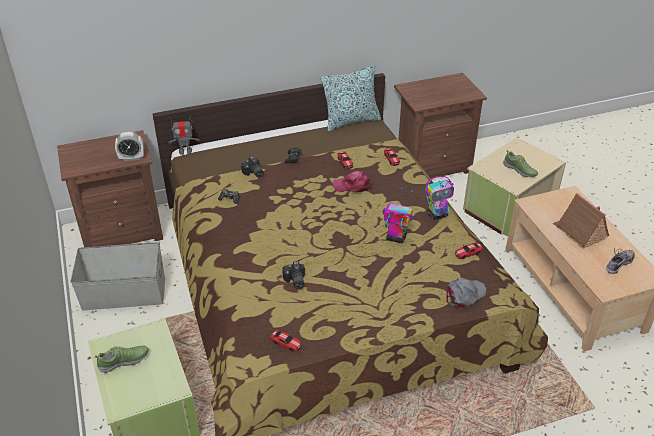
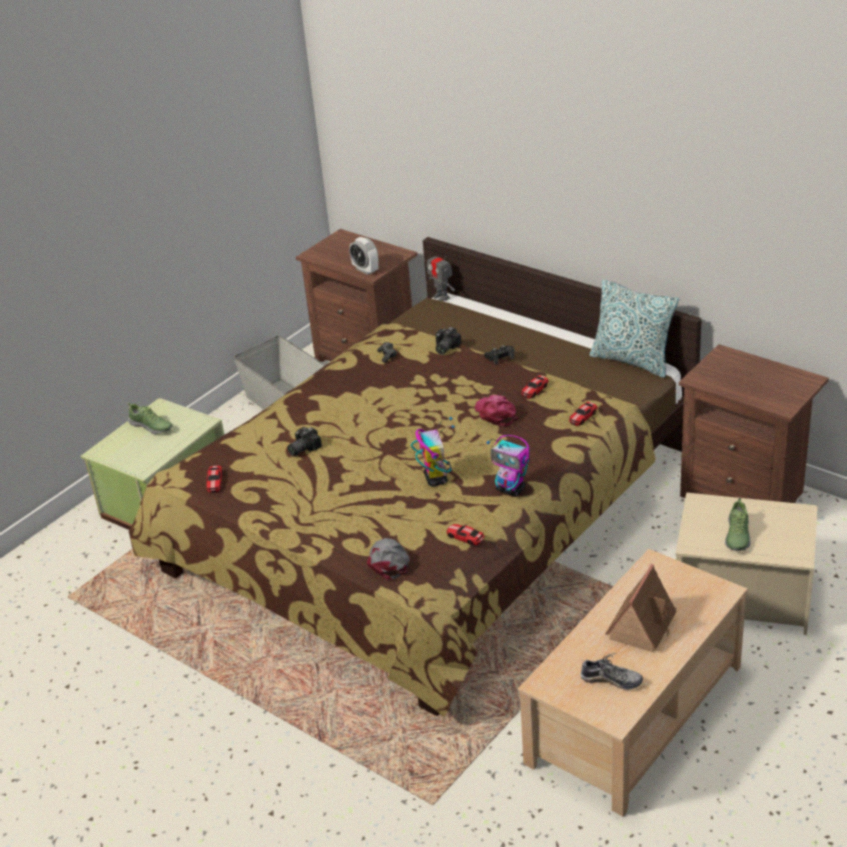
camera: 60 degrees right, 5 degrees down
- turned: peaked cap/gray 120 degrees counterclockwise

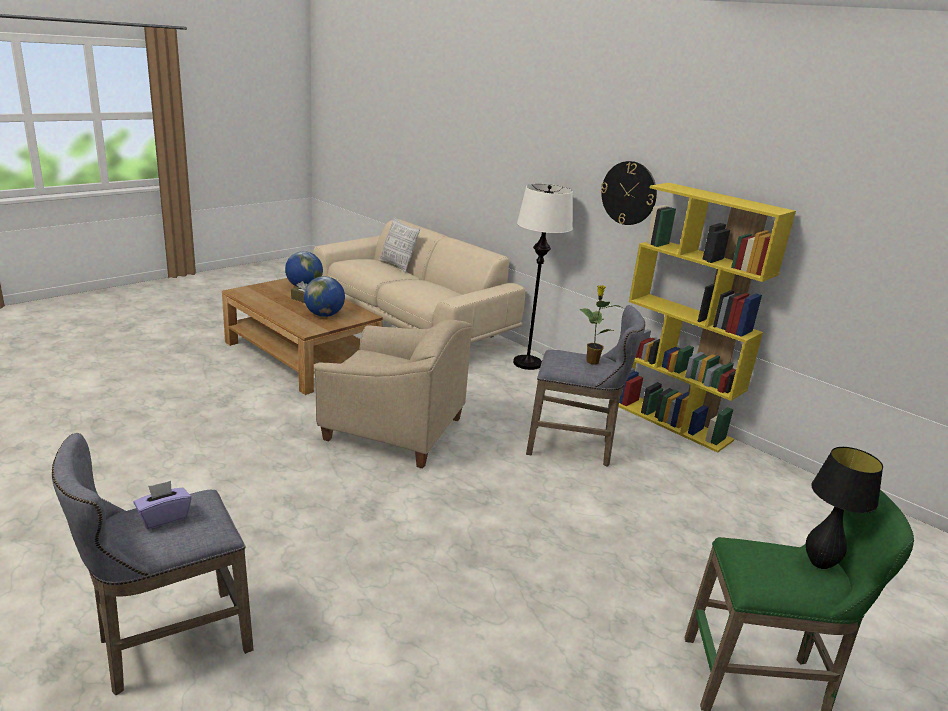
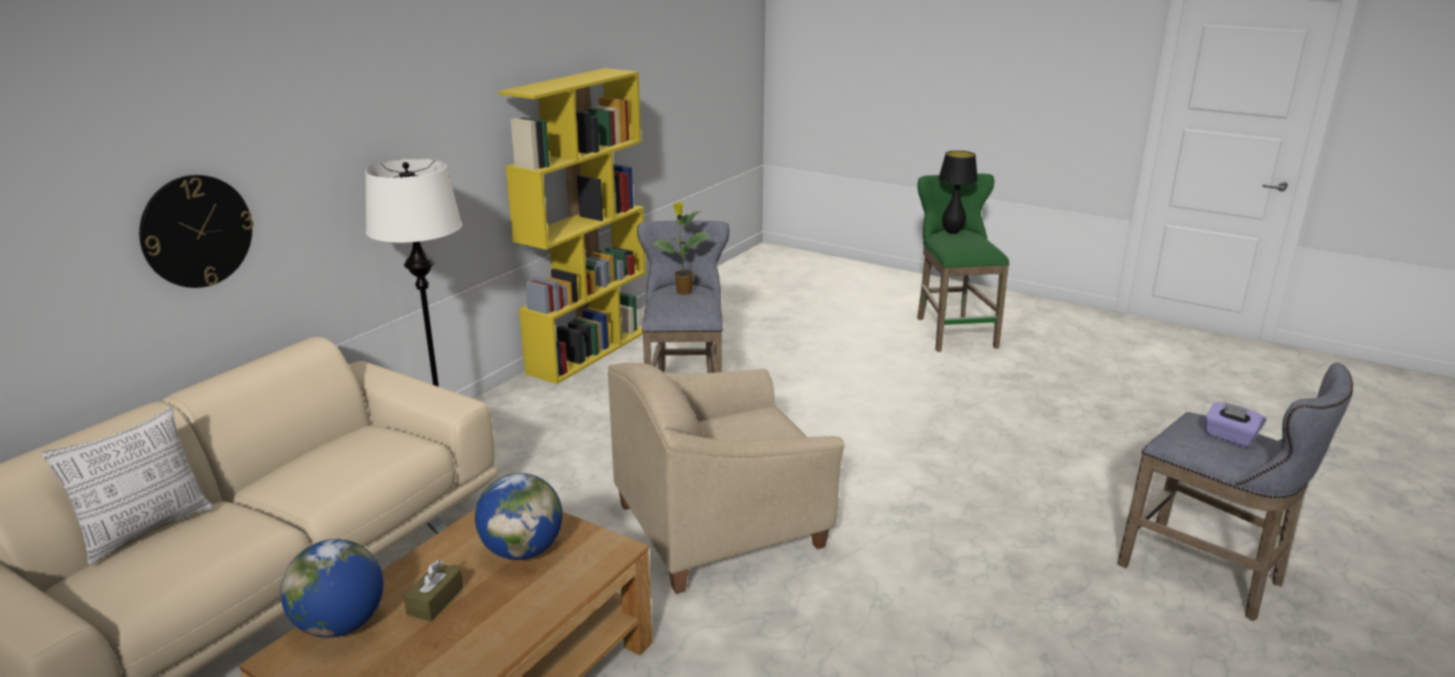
camera: 100 degrees left, 0 degrees up
- turned: armchair/beige-coloured 120 degrees counterclockwise
- moved: wall clock

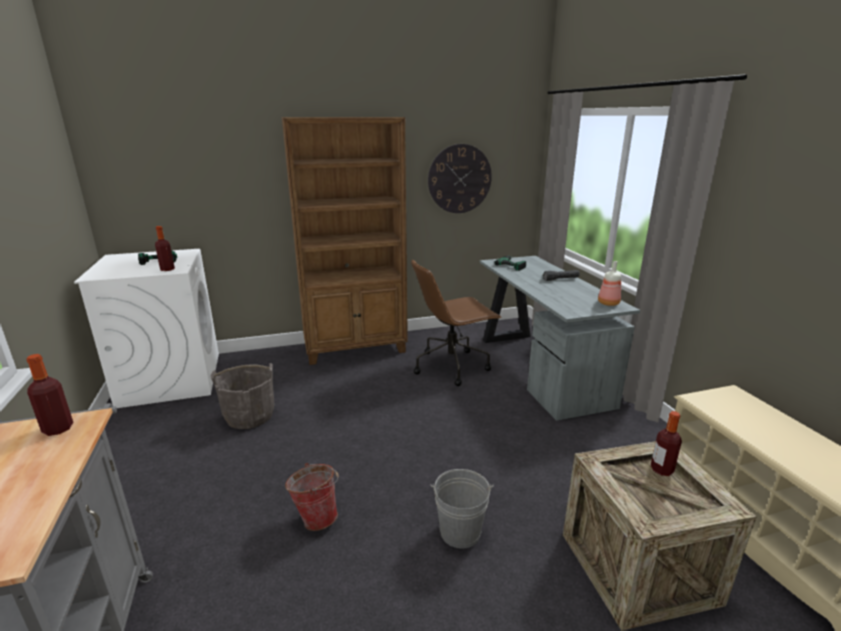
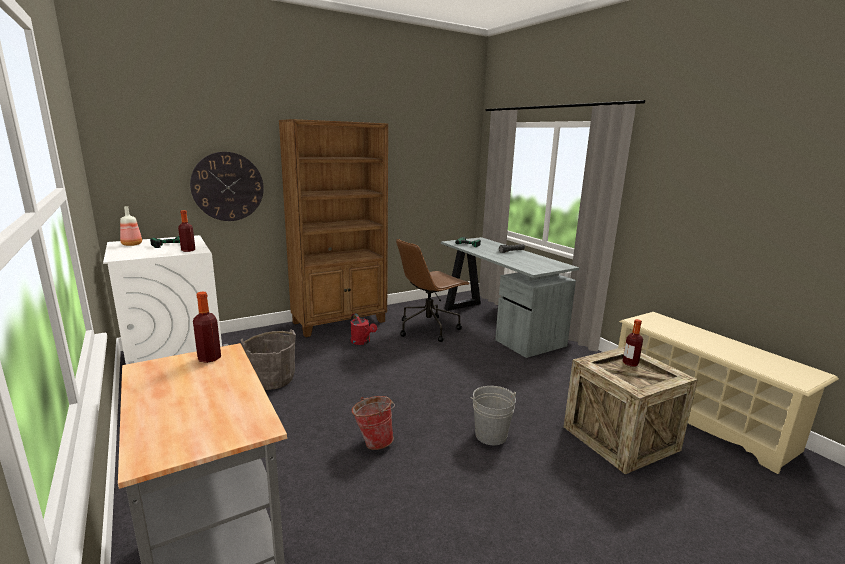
camera: 15 degrees left, 5 degrees down
- moved: wall clock
- moved: drink bottle (3rd from left in the first image) to drink bottle (1st from left)
- added: sprinkling can/red

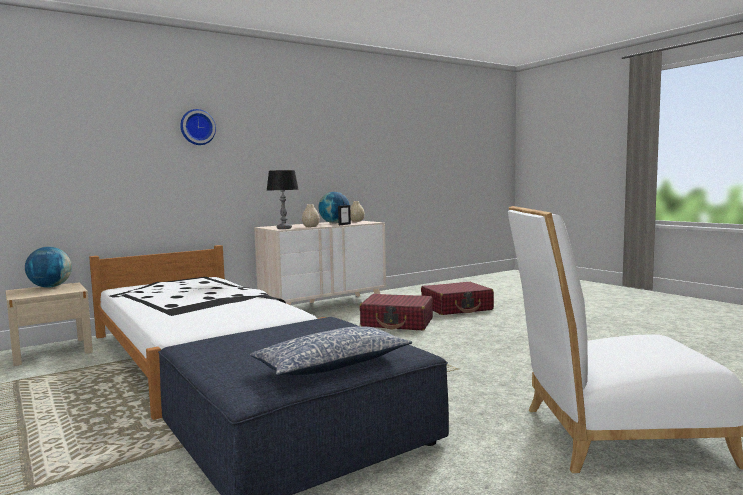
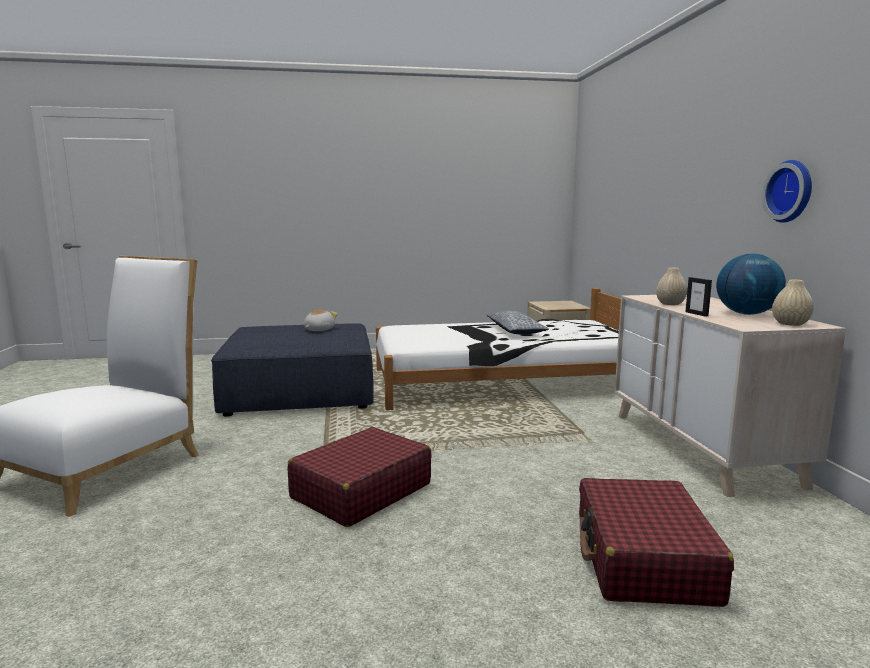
camera: 115 degrees right, 5 degrees up
- removed: desk globe (1st from left)
- moved: wall clock
- moved: throw pillow
- removed: tabletop lamp
- moved: suitcase/red (1st from left)
- added: soft toy

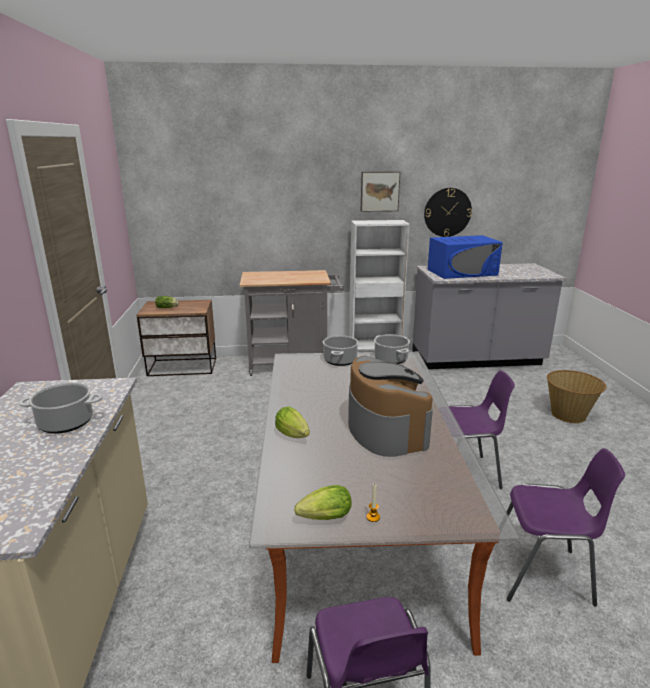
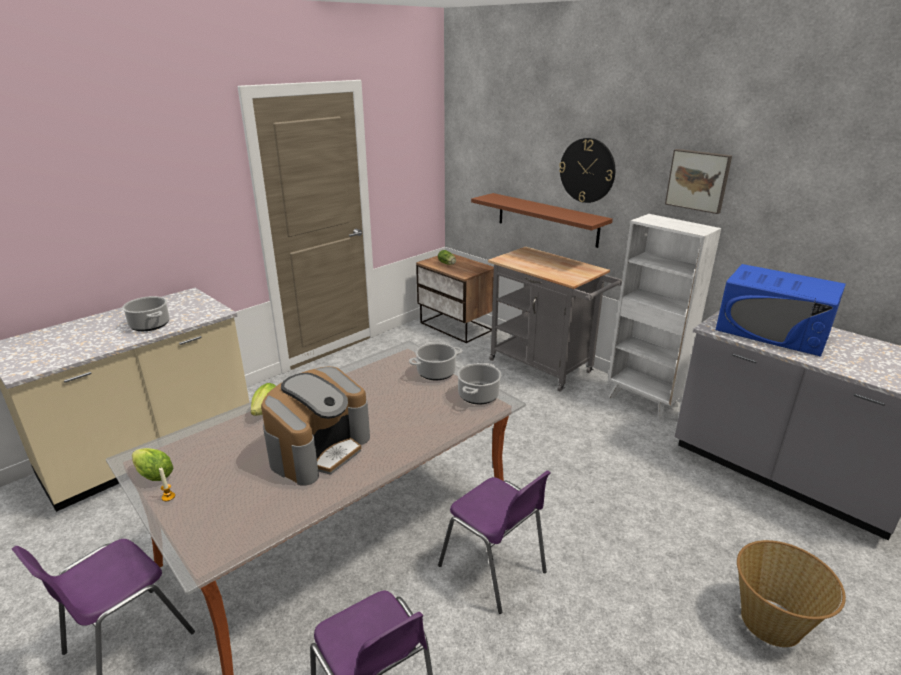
camera: 50 degrees right, 5 degrees up
- moved: wall clock
- added: wall shelf/brownish

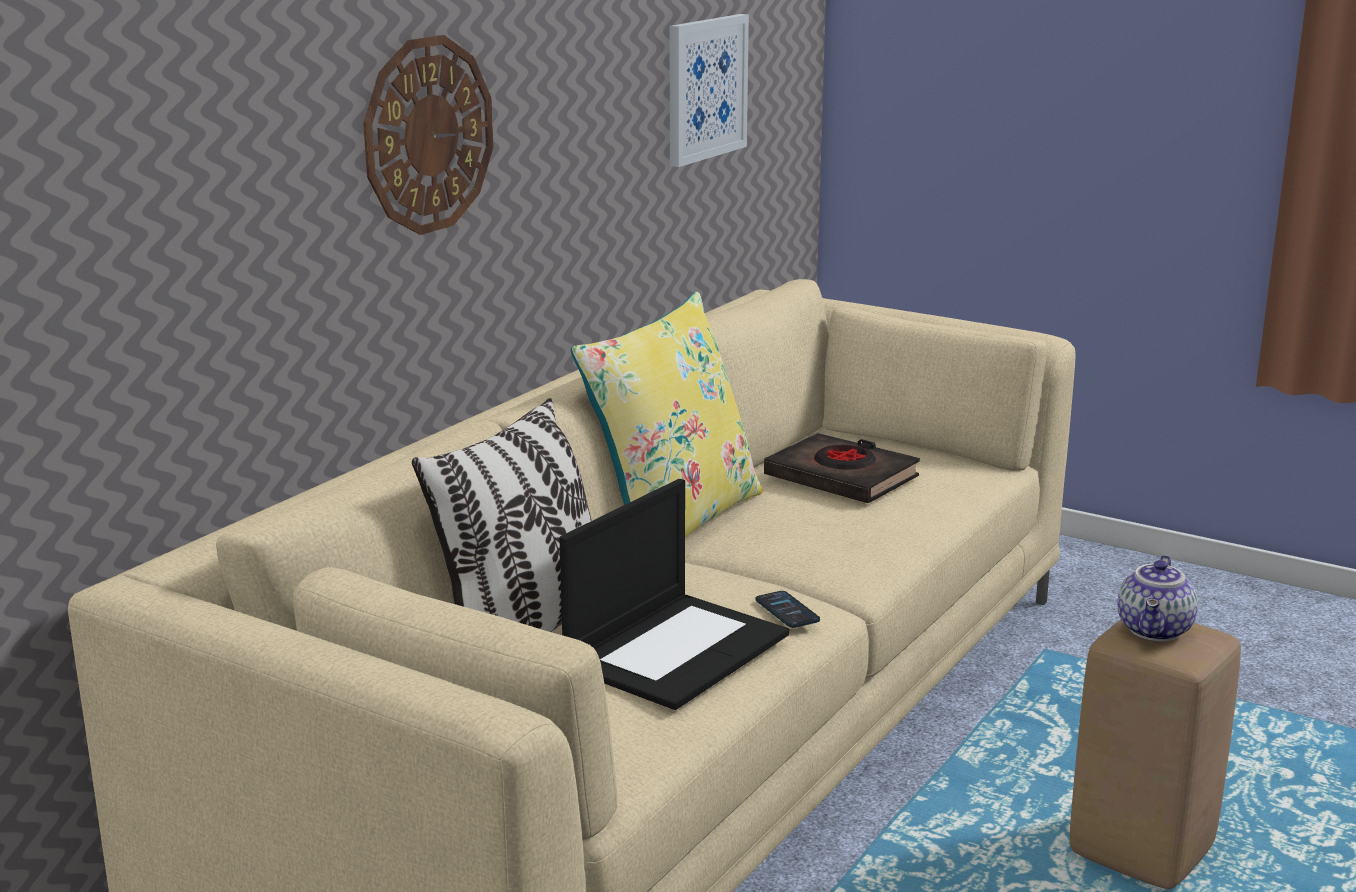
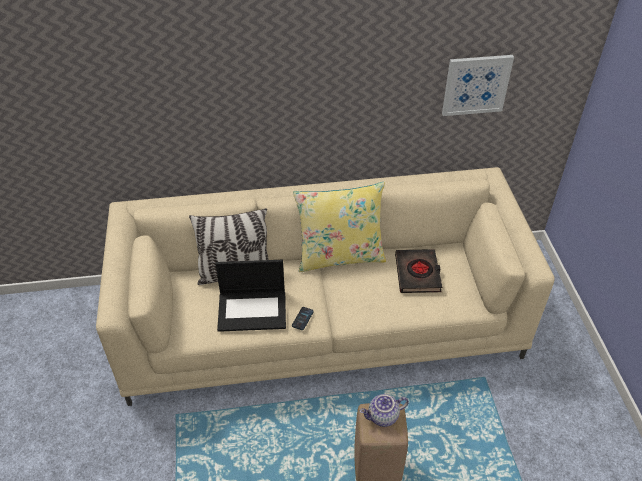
camera: 50 degrees right, 25 degrees up
- removed: wall clock

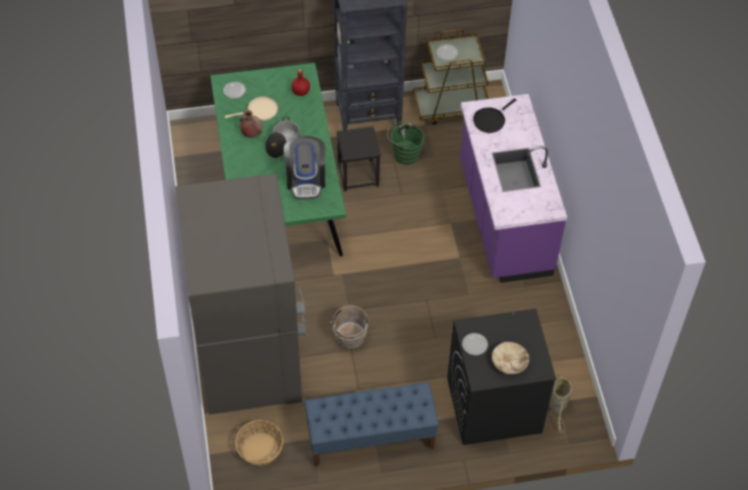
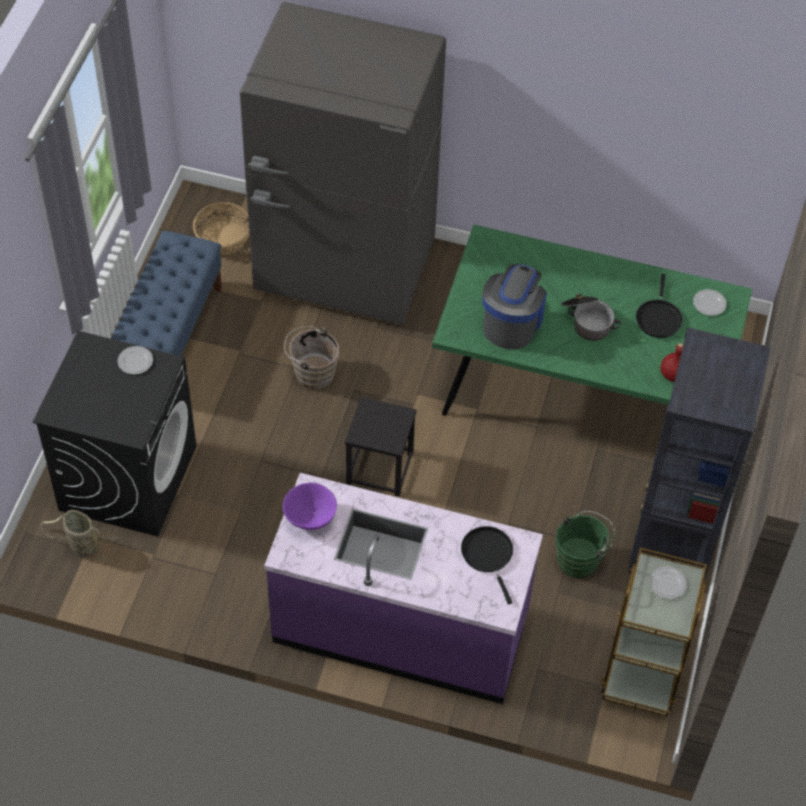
camera: 115 degrees right, 0 degrees up
- recoloured: frying pan/beige-coloured to frying pan/black-coloured (2nd from left)
- removed: decorative vase/brownish
- turned: coffee maker 90 degrees clockwise
- moved: stool/black-coloured
- removed: bowl/beige-coloured
- added: bowl/purple

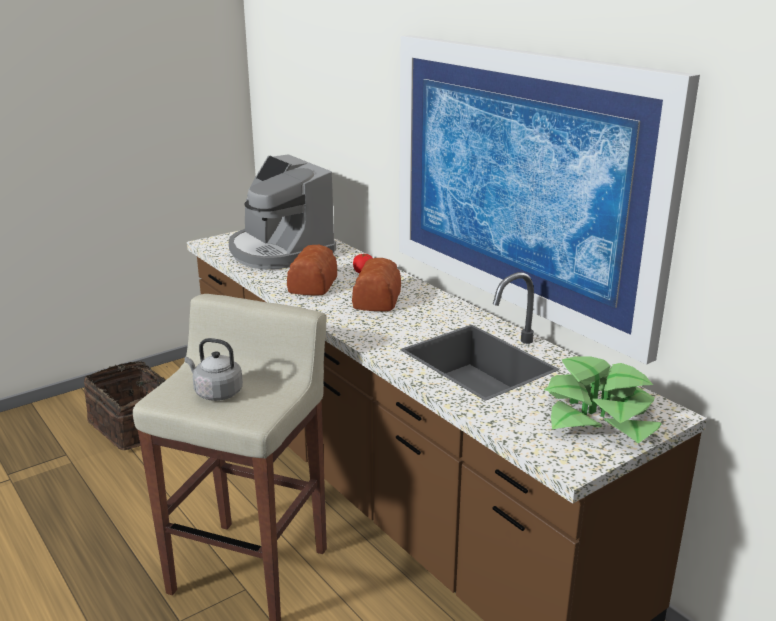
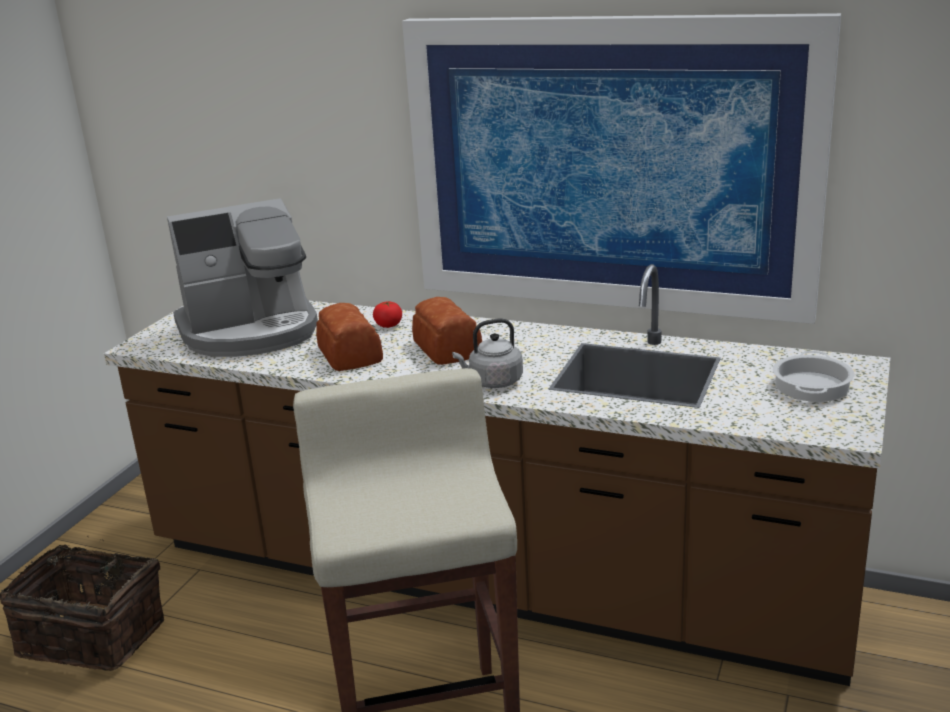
camera: 30 degrees left, 0 degrees up
- moved: kettle/gray
- turned: coffee maker 45 degrees counterclockwise
- replaced: houseplant to saucepot

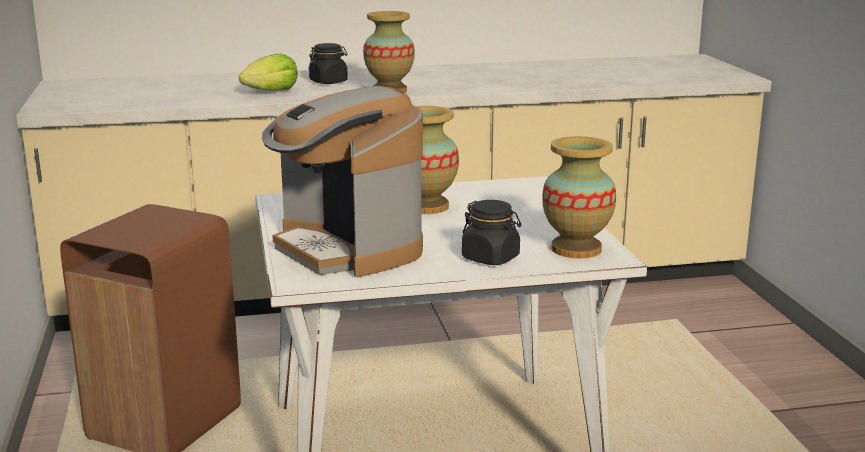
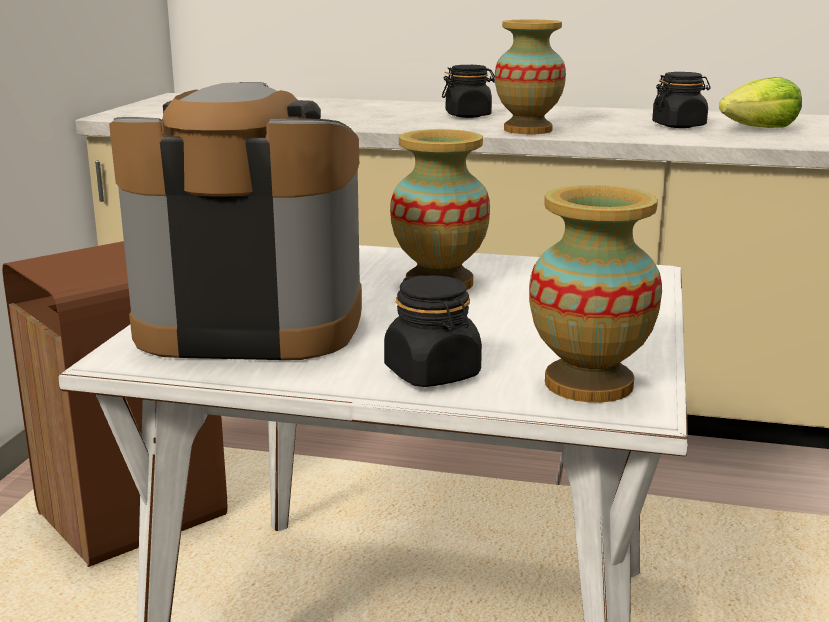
camera: 25 degrees right, 0 degrees up
- moved: head of lettuce
- turned: coffee maker 105 degrees clockwise
- added: preserve jar/black-coloured (3rd from left)

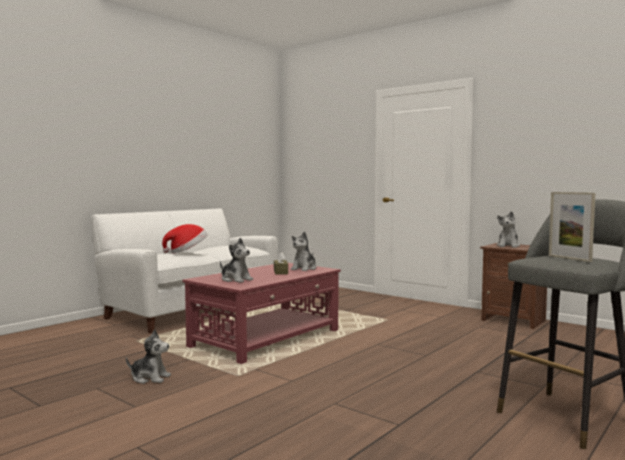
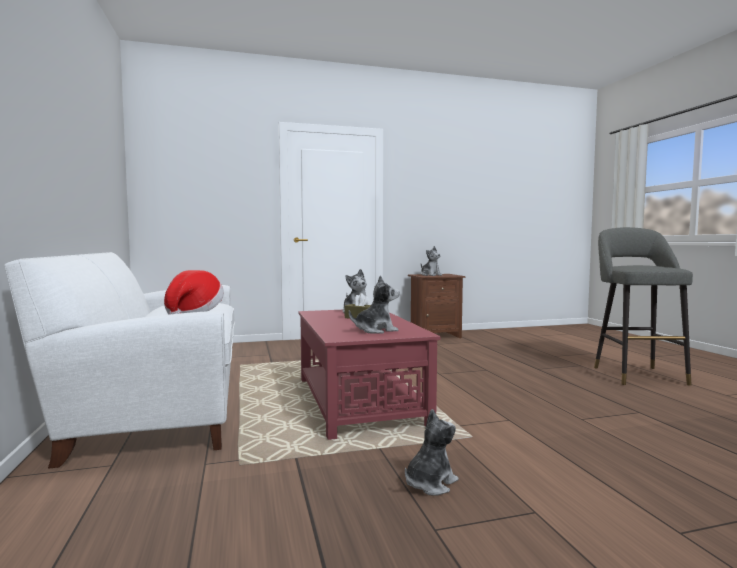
camera: 55 degrees left, 0 degrees up
- removed: standing frame

